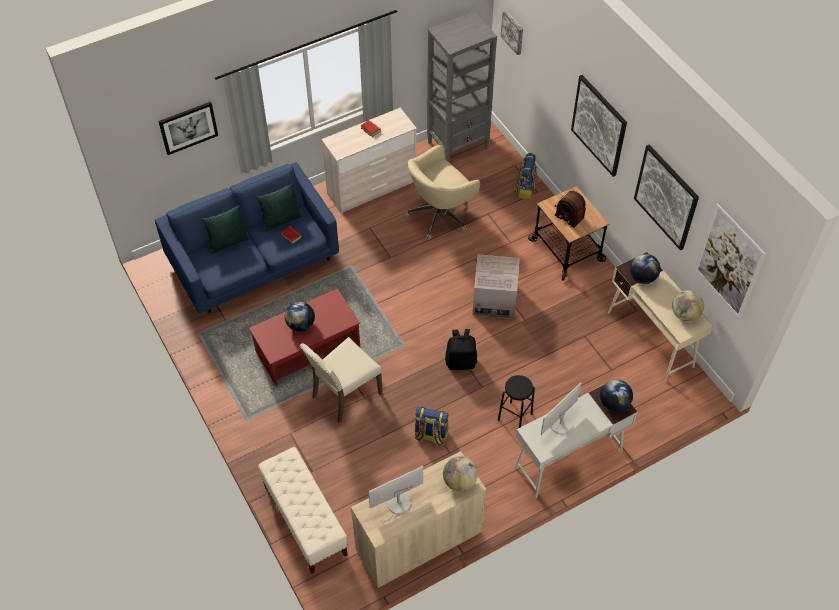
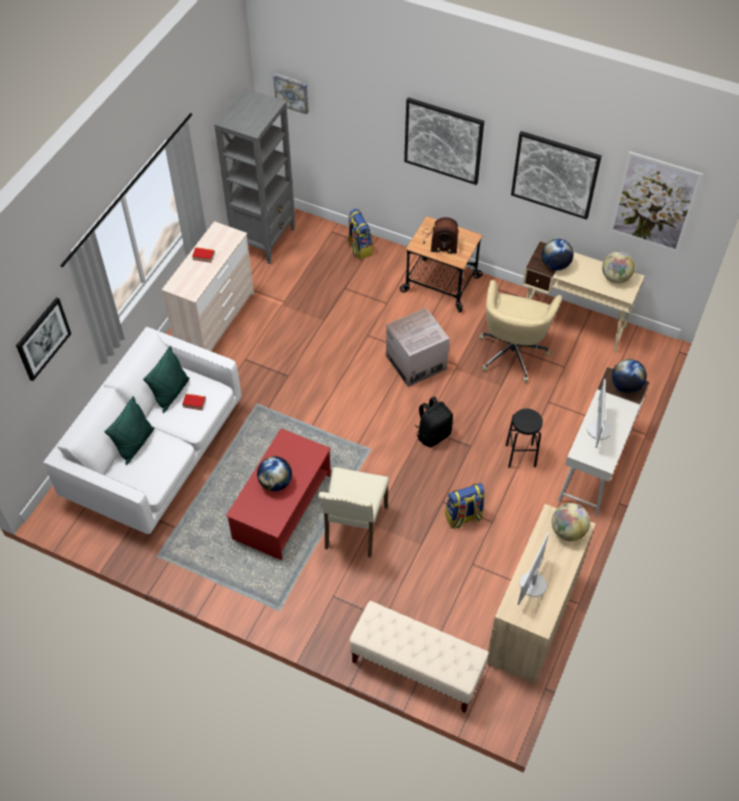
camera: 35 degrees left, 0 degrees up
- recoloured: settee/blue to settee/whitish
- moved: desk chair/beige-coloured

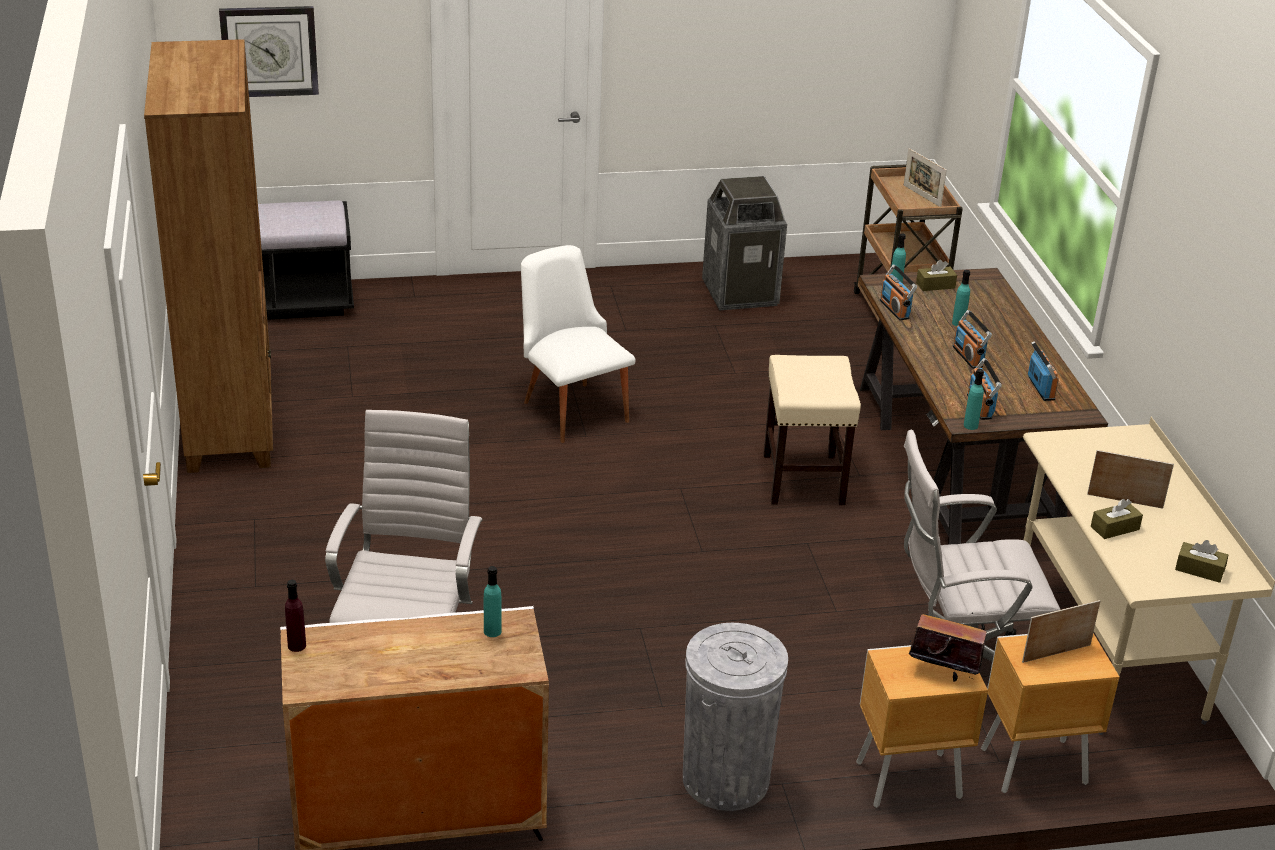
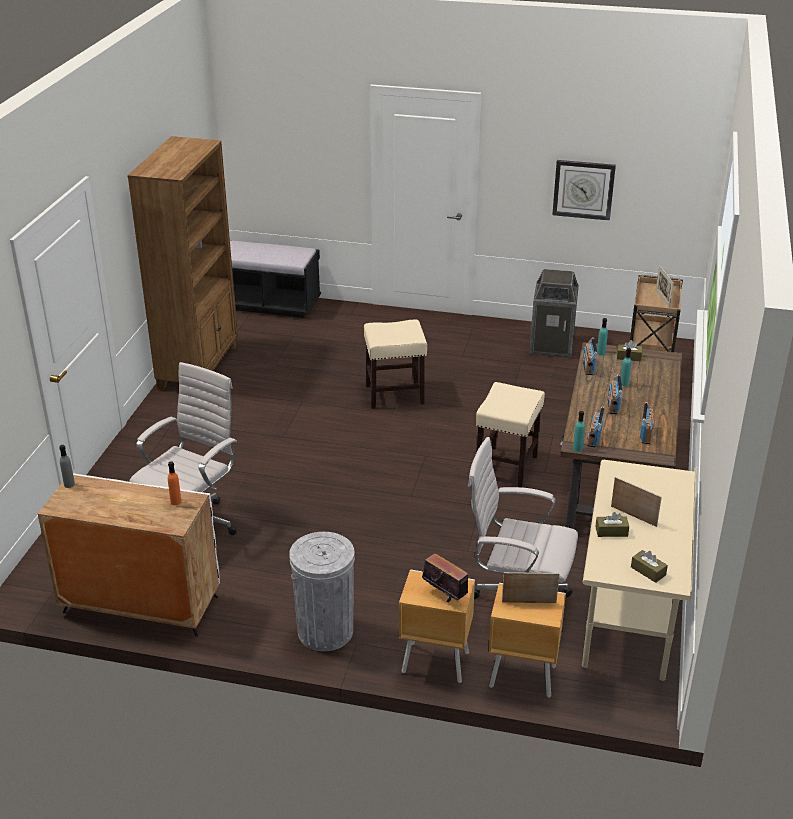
camera: 25 degrees right, 0 degrees up
- moved: wall clock
- recoloured: drink bottle/purple to drink bottle/gray
- recoloured: drink bottle/blue-green (1st from left) to drink bottle/orange
- replaced: plain chair/whitish to stool/beige-coloured (1st from left)

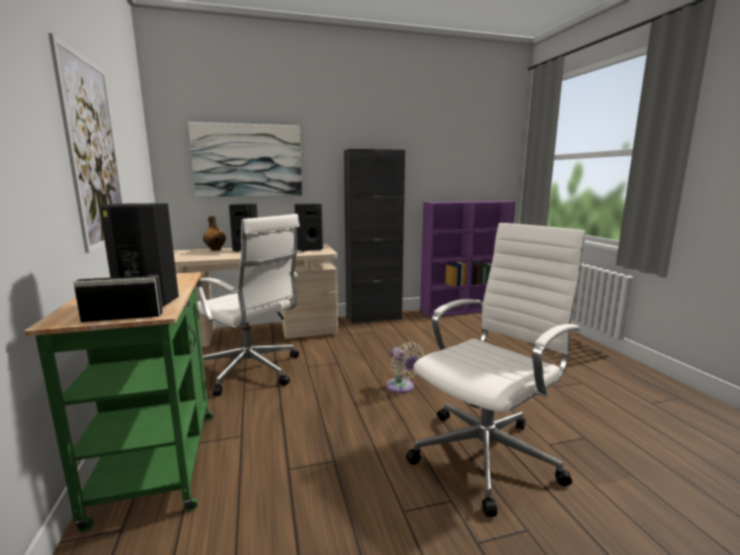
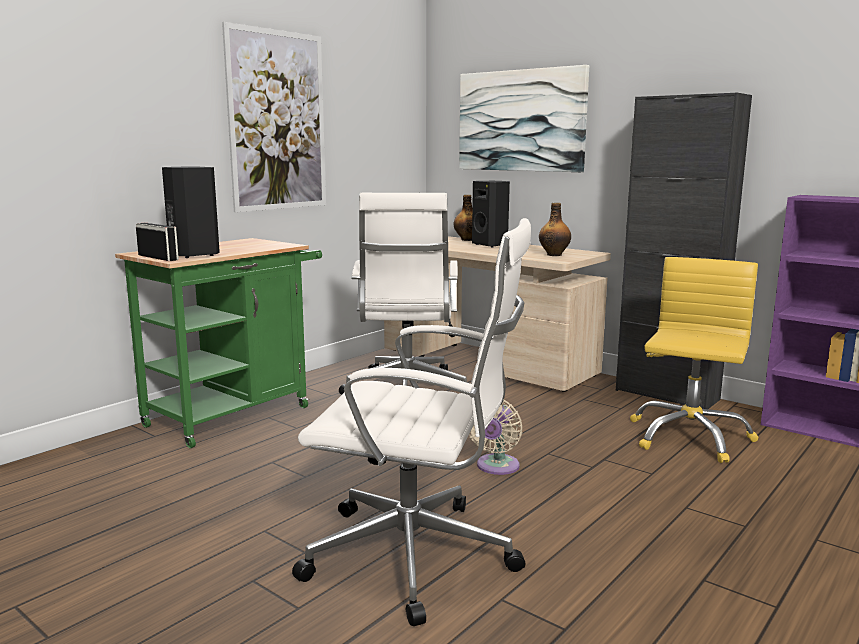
camera: 55 degrees right, 0 degrees up
- replaced: audio speaker/black-coloured (3rd from left) to drink bottle (2nd from left)
- added: desk chair/yellowish

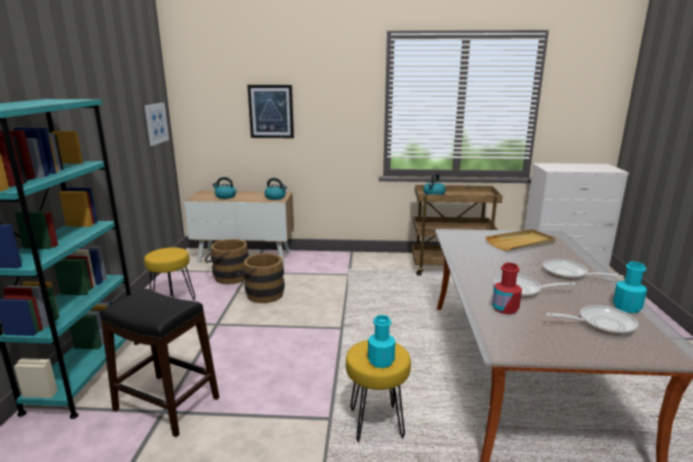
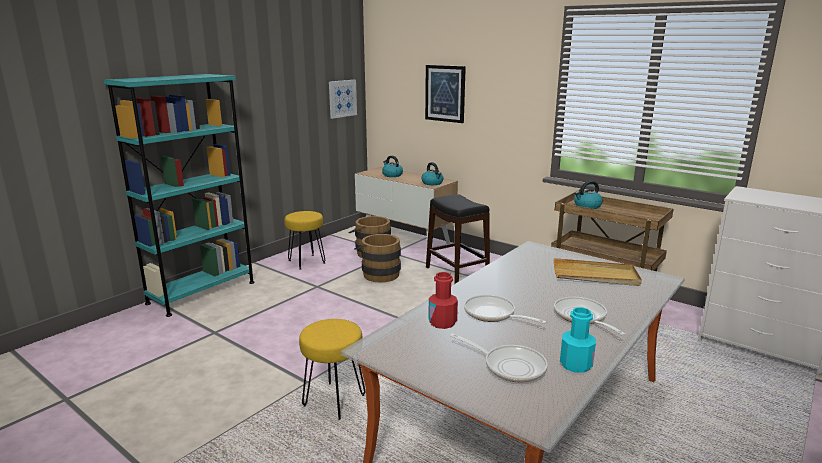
camera: 35 degrees right, 0 degrees up
- moved: stool/black-coloured
- removed: drink bottle/blue-green (1st from left)

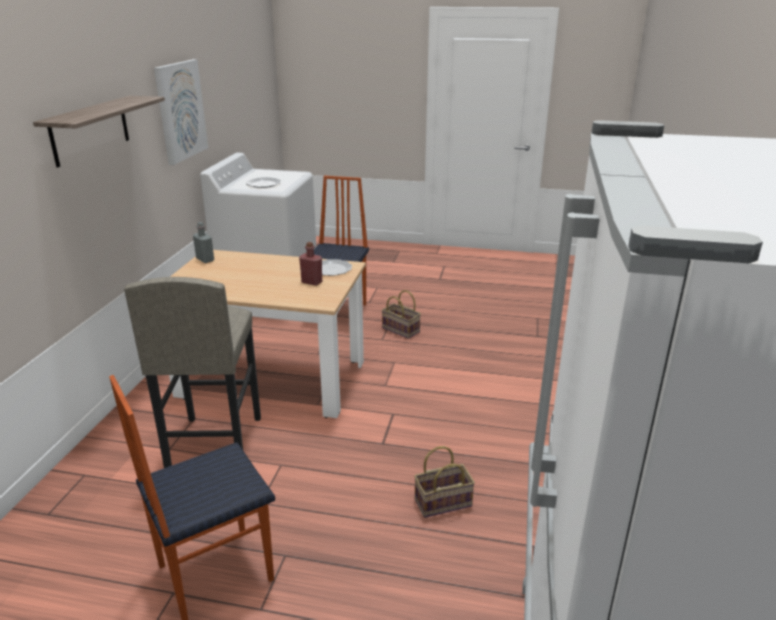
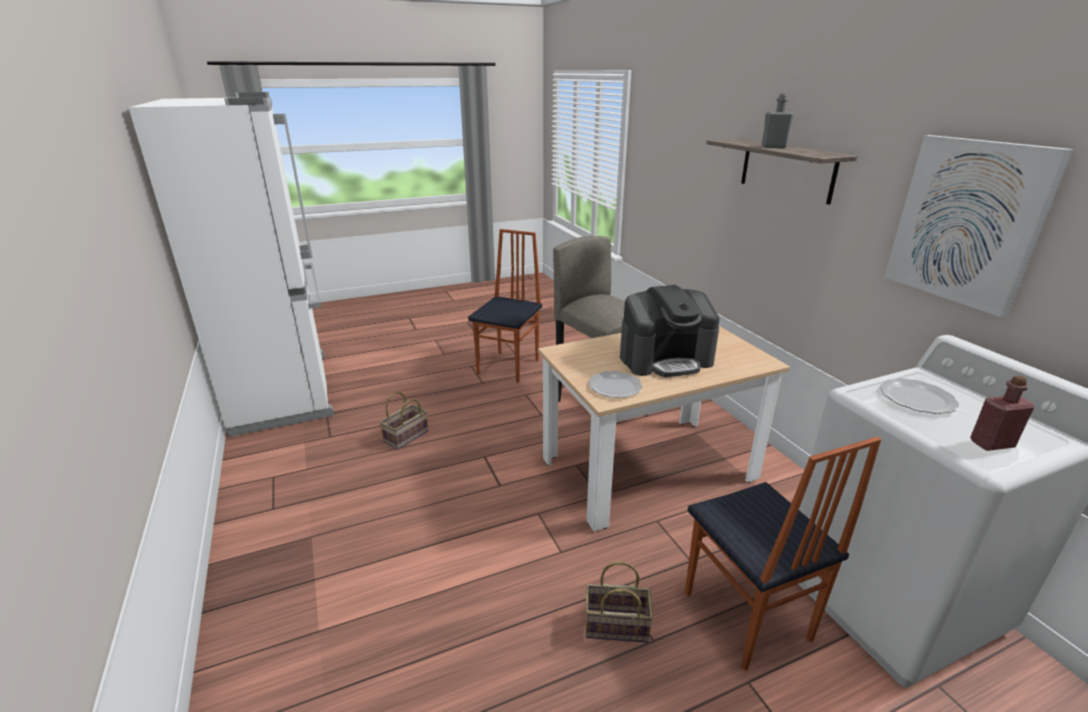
camera: 145 degrees right, 0 degrees up
- moved: drink bottle/gray
- moved: drink bottle/red
- added: coffee maker

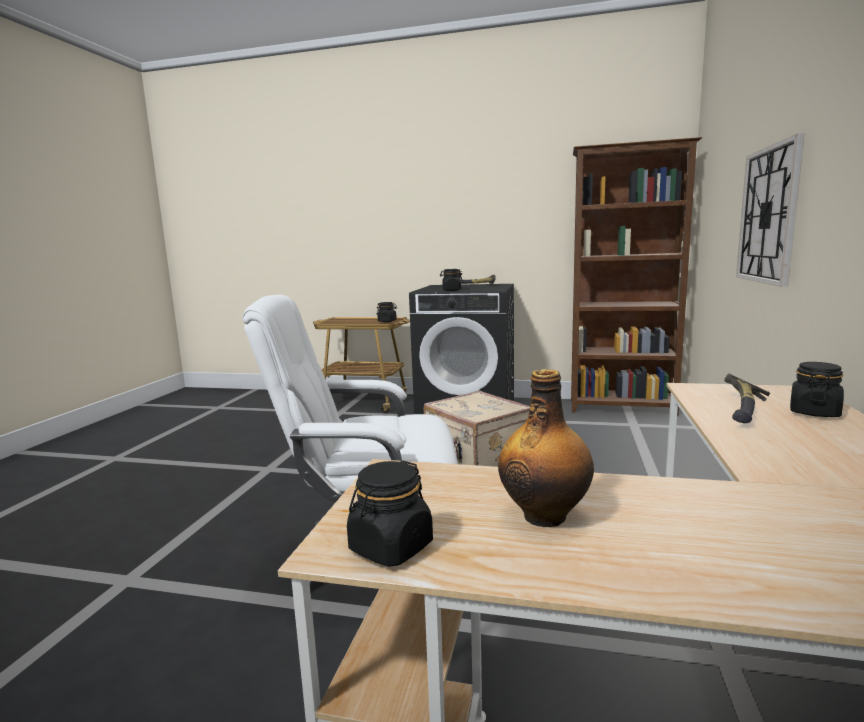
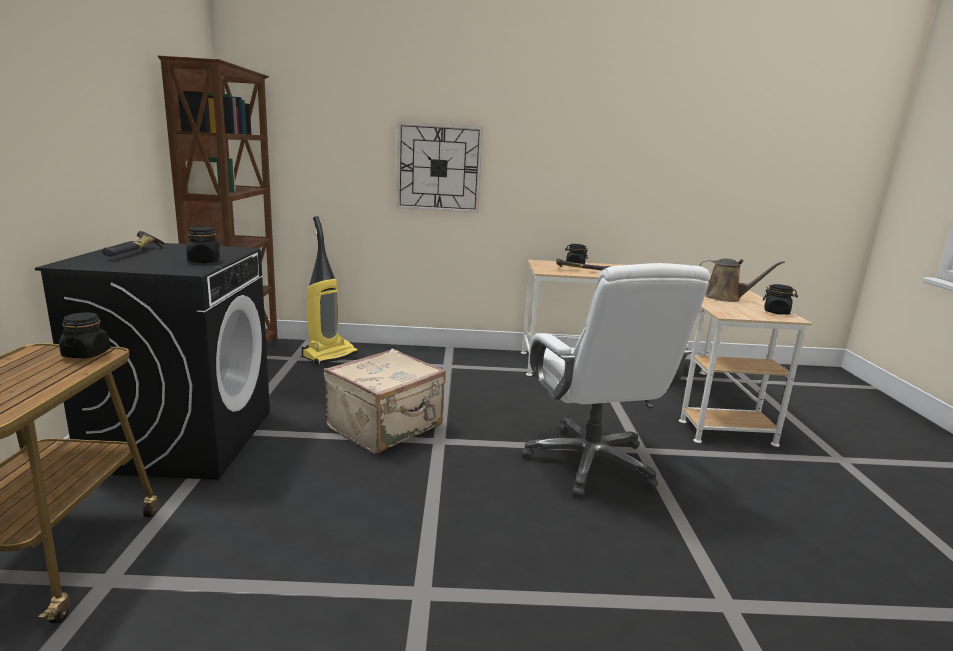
camera: 105 degrees left, 5 degrees up
- replaced: drink bottle to sprinkling can/brownish
- added: vacuum

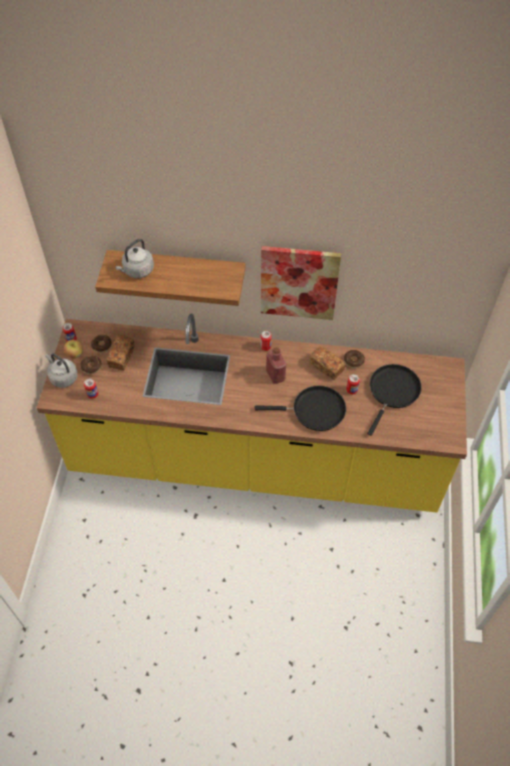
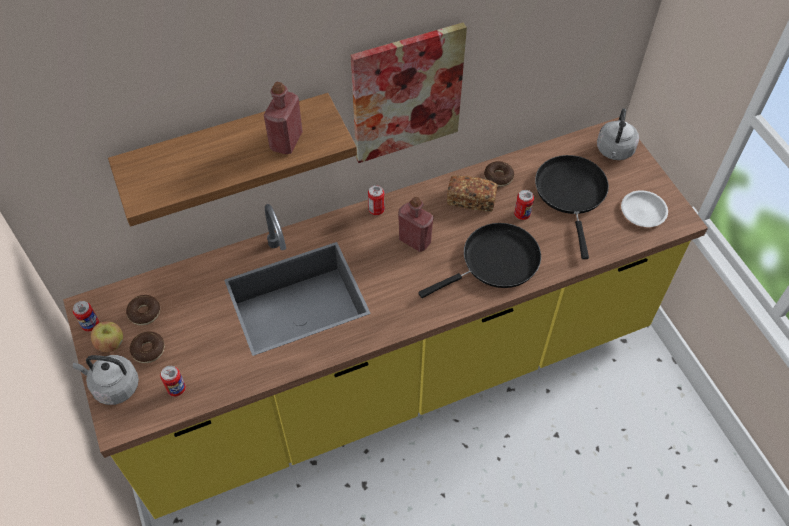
camera: 30 degrees left, 0 degrees up
- removed: bread (1st from left)
- moved: kettle/gray (2nd from left)
- added: drink bottle/red (1st from left)
- added: dinner plate/whitish

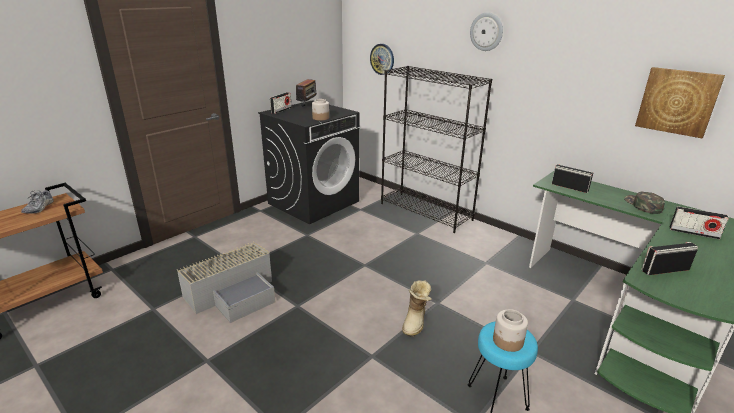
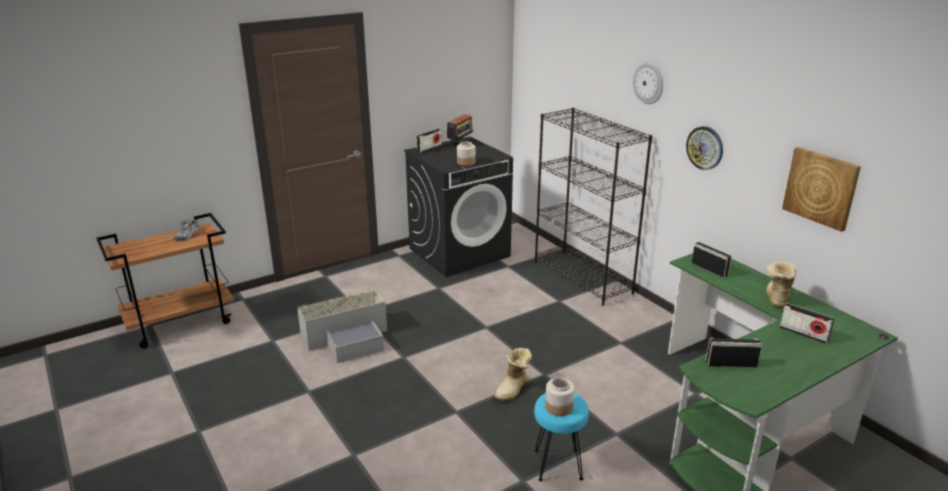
camera: 15 degrees right, 0 degrees up
- moved: wall clock (1st from left in the first image) to wall clock (2nd from left)
- replaced: peaked cap/greenish to tall boot (2nd from left)

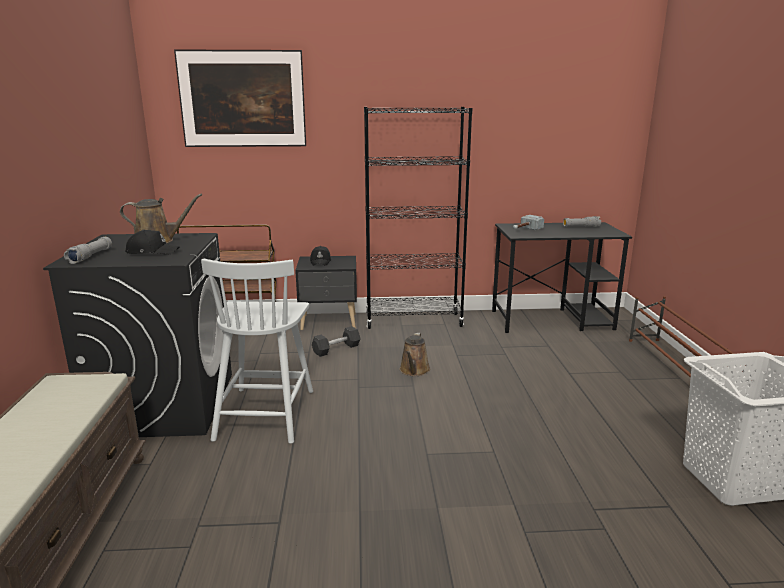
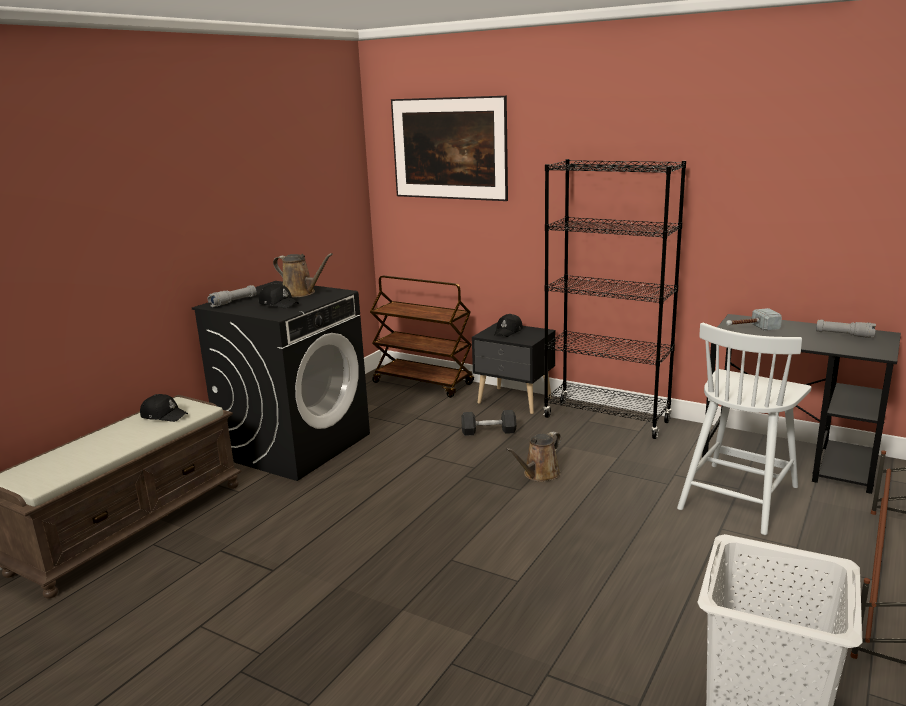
camera: 35 degrees right, 0 degrees up
- moved: plain chair/whitish
- added: peaked cap/black-coloured (1st from left)

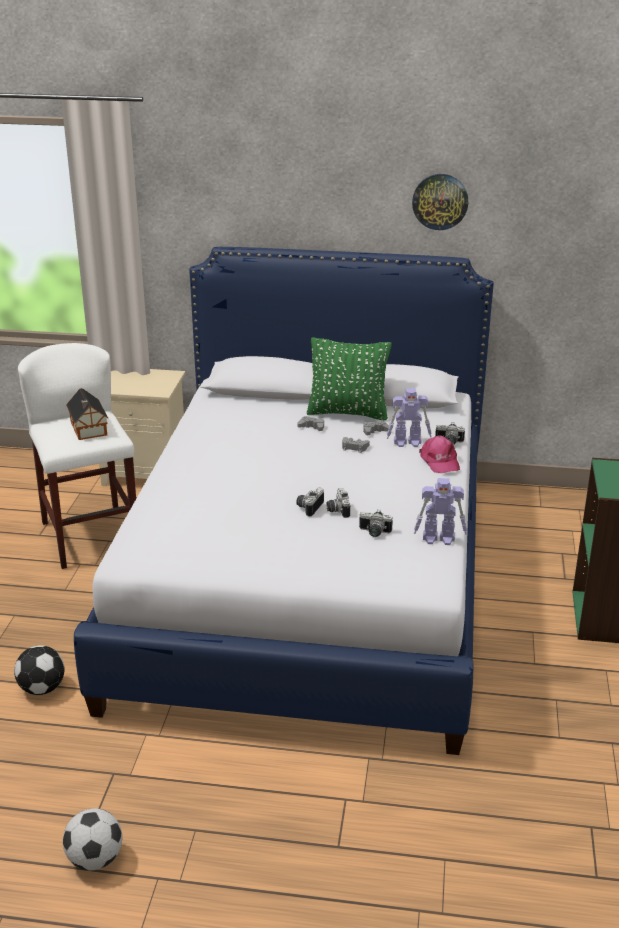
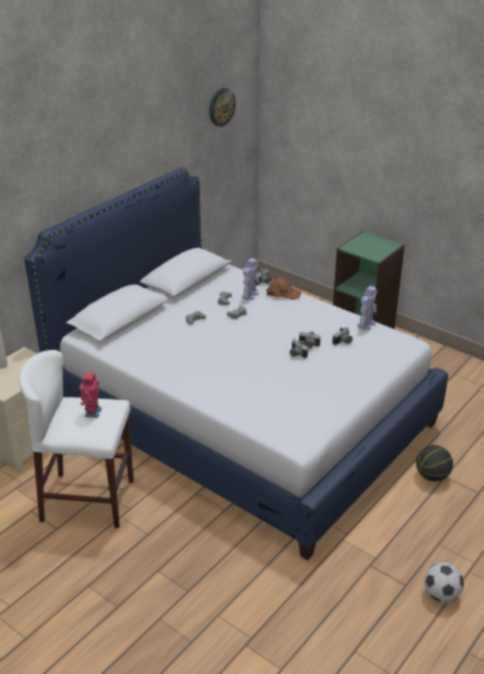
camera: 60 degrees left, 5 degrees up
- removed: ball for football (1st from left)
- replaced: model house to model robot (1st from left)
- removed: throw pillow/greenish
- moved: wall clock
- recoloured: peaked cap/pinkish to peaked cap/brownish
- added: ball for basketball

